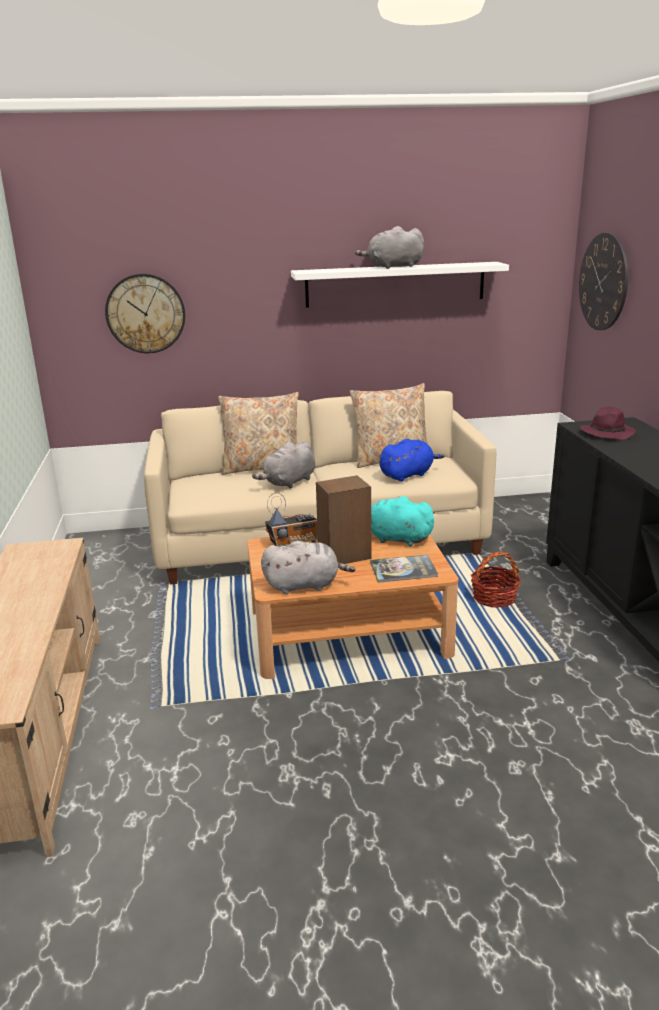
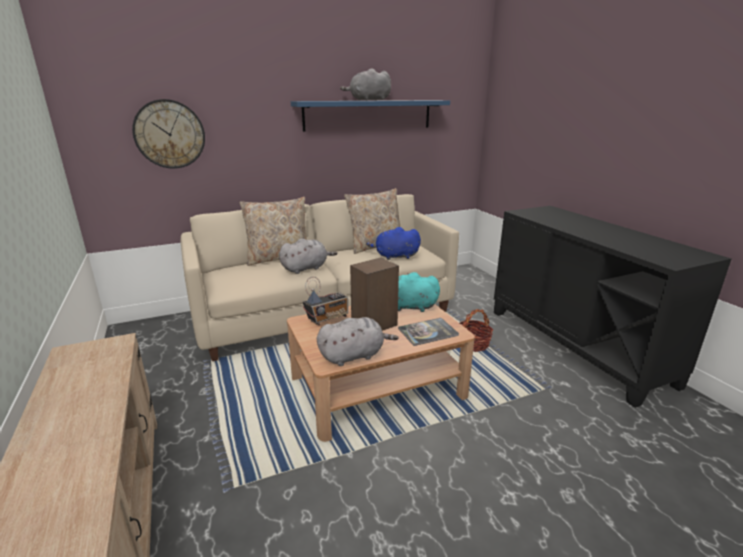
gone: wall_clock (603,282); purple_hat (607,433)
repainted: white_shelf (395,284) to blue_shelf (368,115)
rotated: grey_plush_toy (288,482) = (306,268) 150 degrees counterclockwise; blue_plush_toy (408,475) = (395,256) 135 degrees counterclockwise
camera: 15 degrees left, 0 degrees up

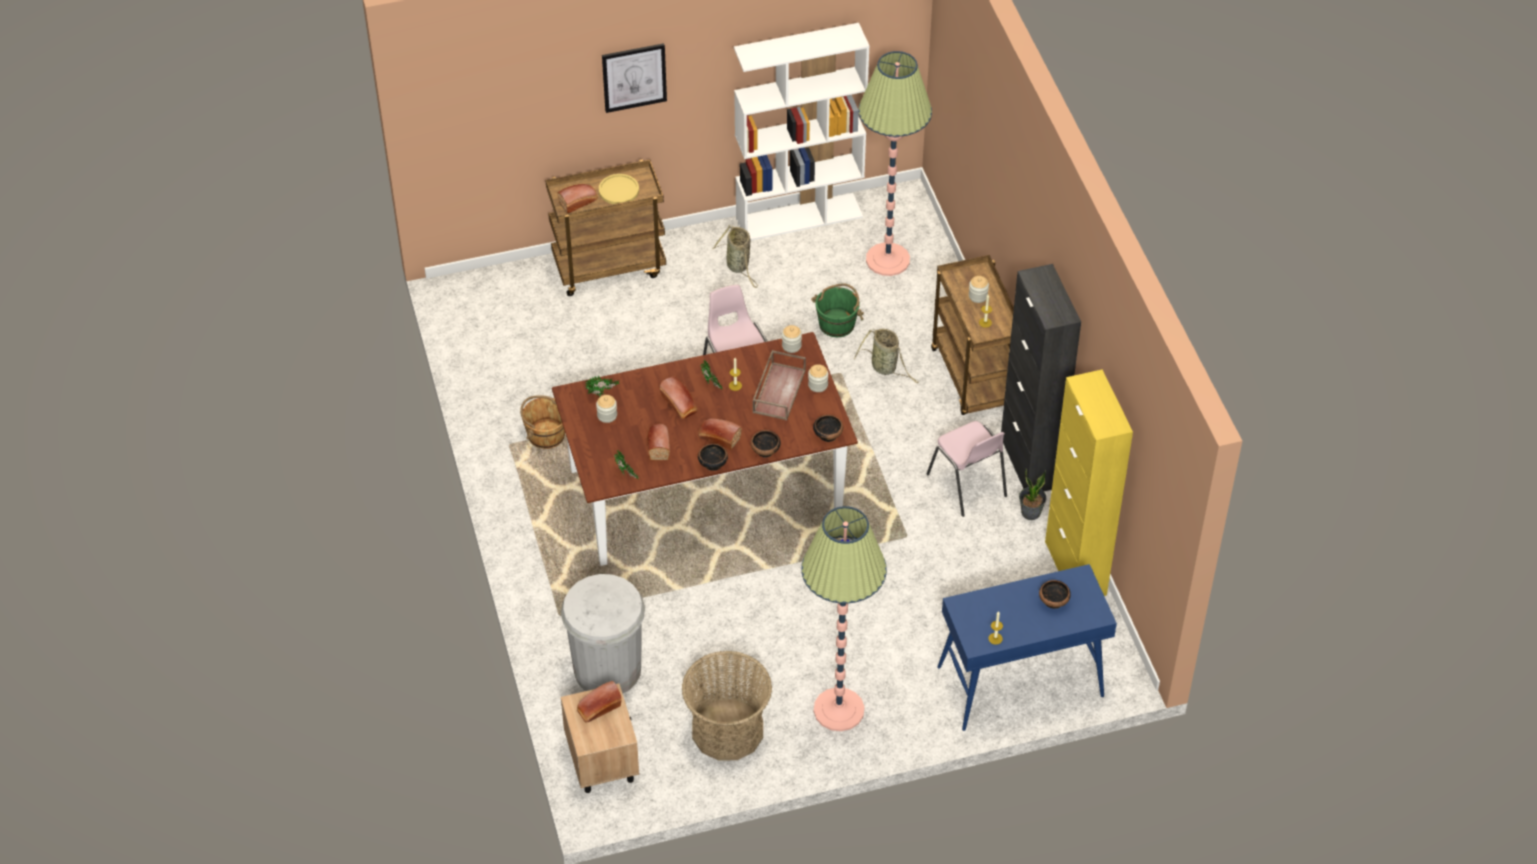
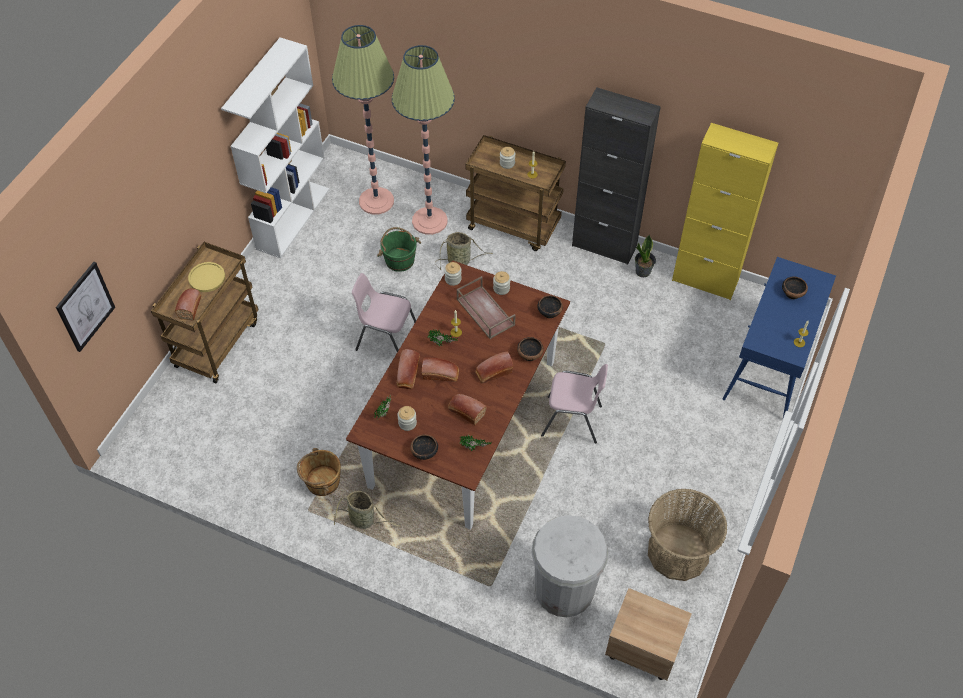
shifted: picture (634,77) to (85,306); basket (738,266) to (364,520); floor_lamp (838,710) to (429,221); bread (598,708) to (408,375); bowl (712,463) to (424,452); pink_chair (967,486) to (572,421)
camera: 50 degrees left, 5 degrees up

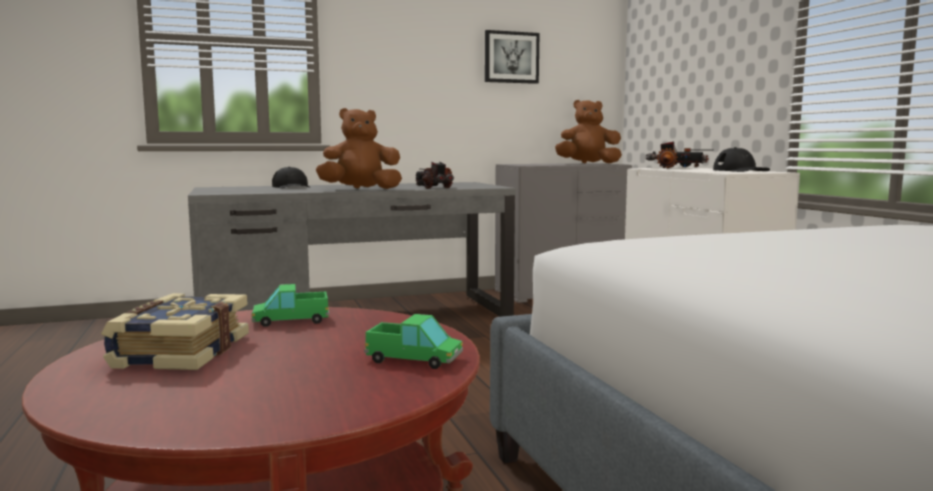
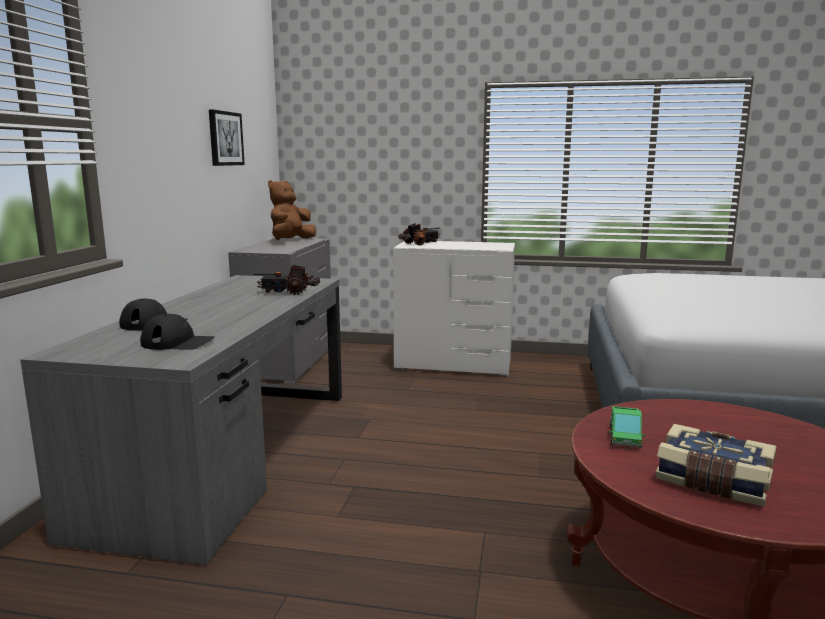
gone: brown_plush_toy (360,189); toy_truck (414,359)
shifted: black_cap (740,171) to (178,342)
camera: 60 degrees left, 5 degrees up

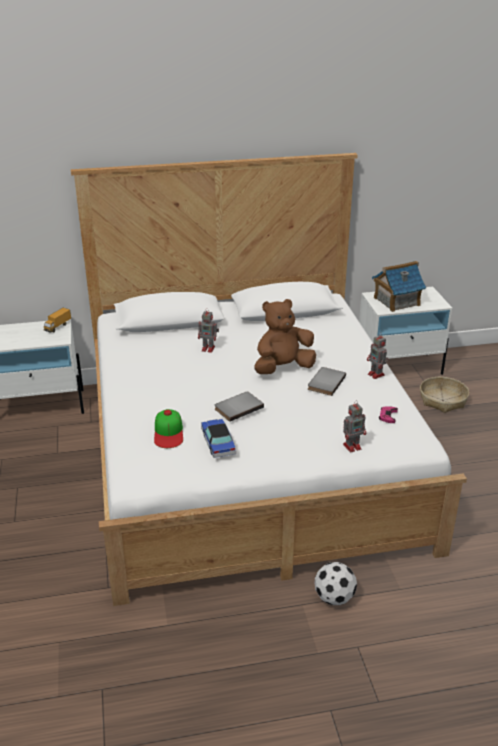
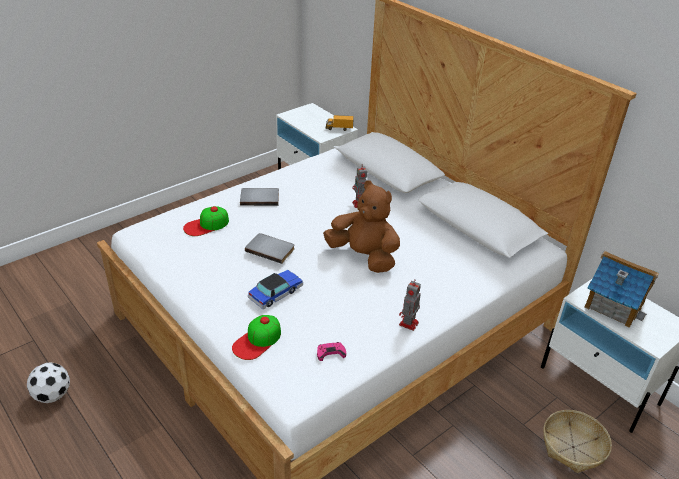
shifted: football (334,597) to (53,395); grey_book (325,382) to (259,197); toy_car (218,442) to (276,293)
swapped: toy_robot (353,446) to cap (257,340)
camera: 60 degrees right, 5 degrees up

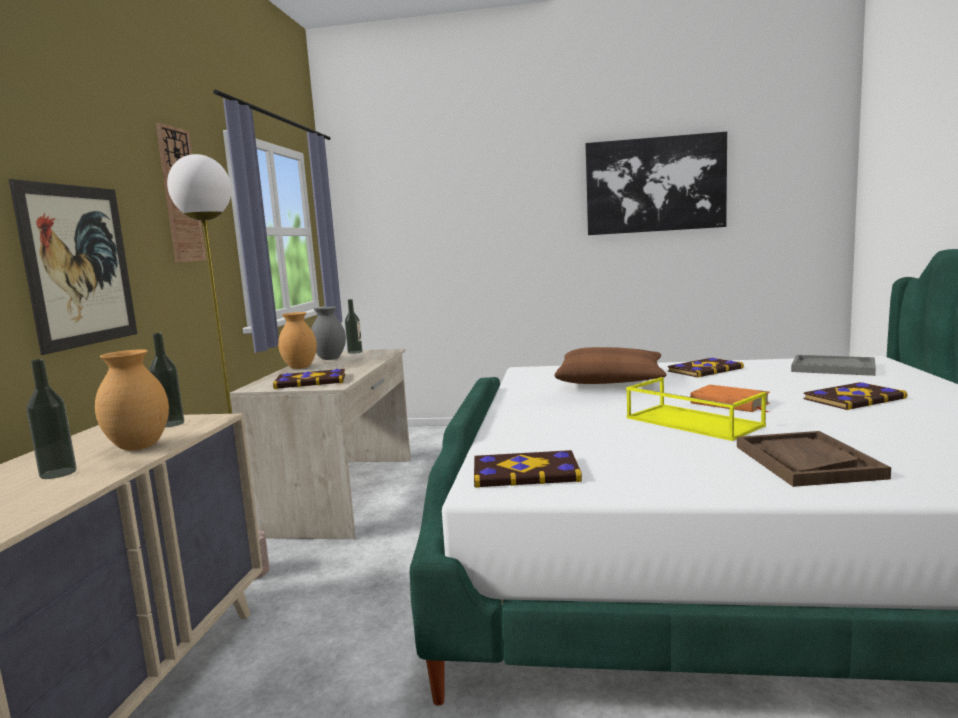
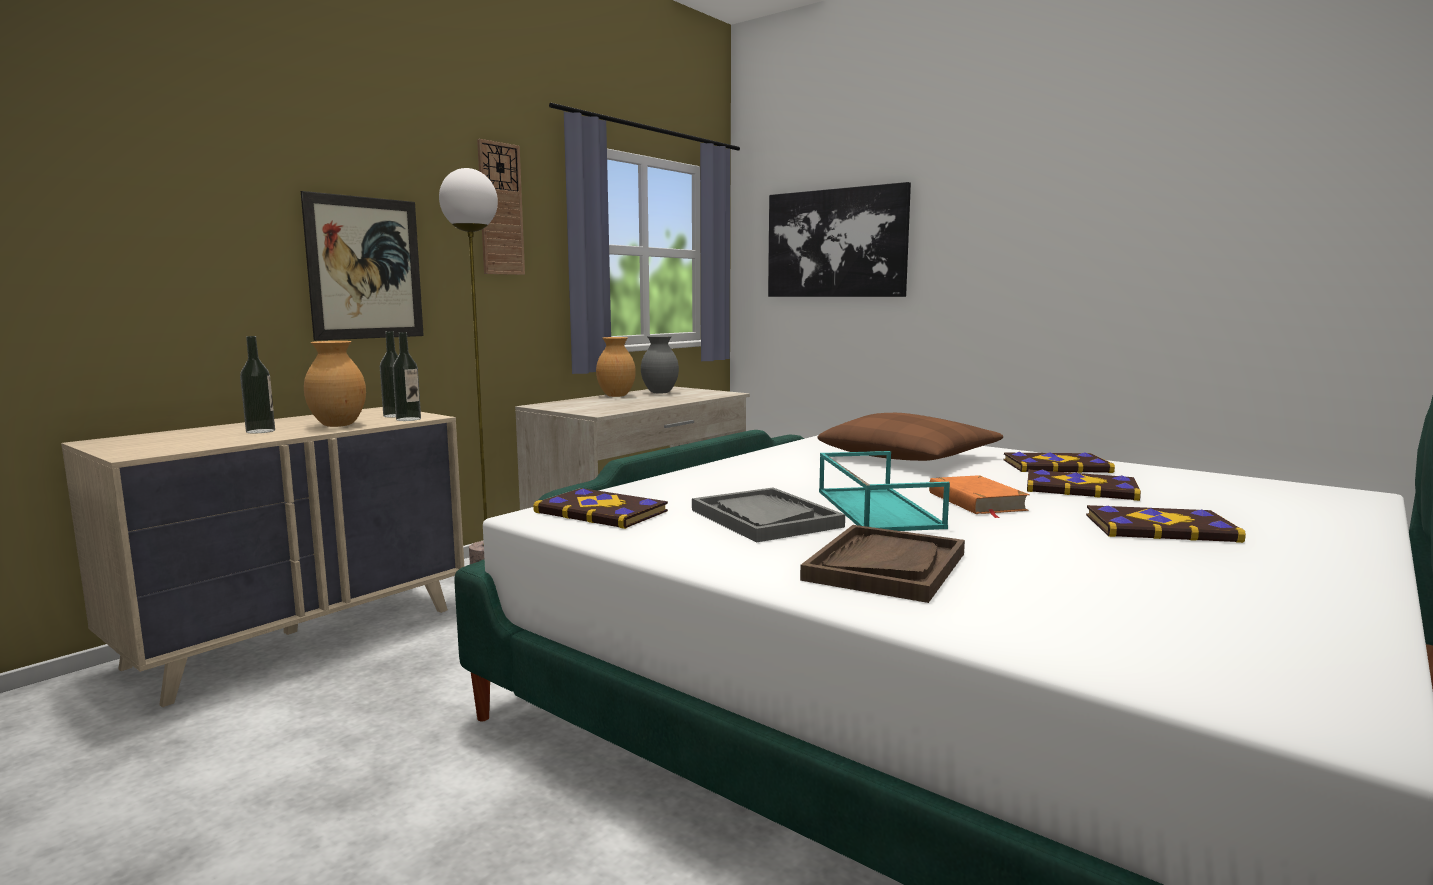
shifted: bottle (355,352) to (408,419); grey_tray (832,368) to (764,518); picture (655,185) to (836,243); book (311,381) to (1080,488)
repainted: yellow_tray (691,422) to turquoise_tray (875,508)
camera: 30 degrees right, 0 degrees up

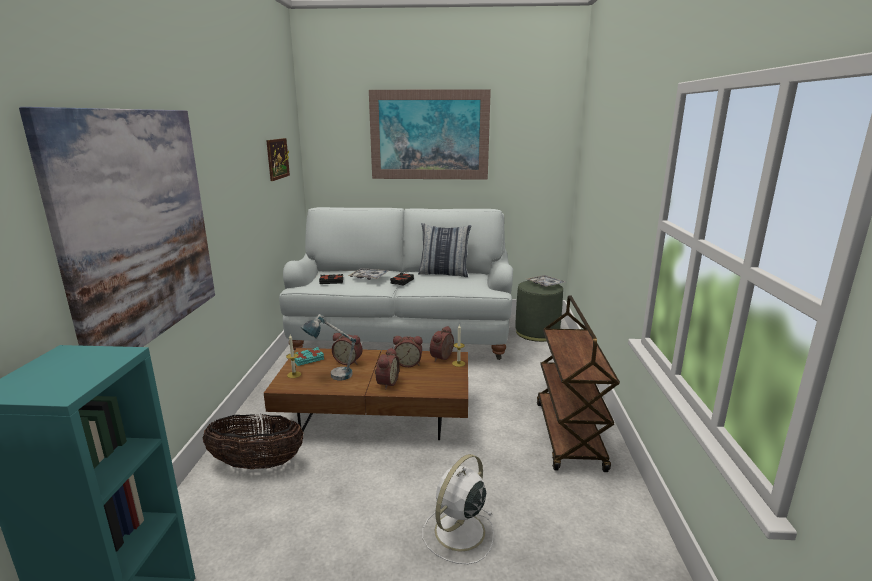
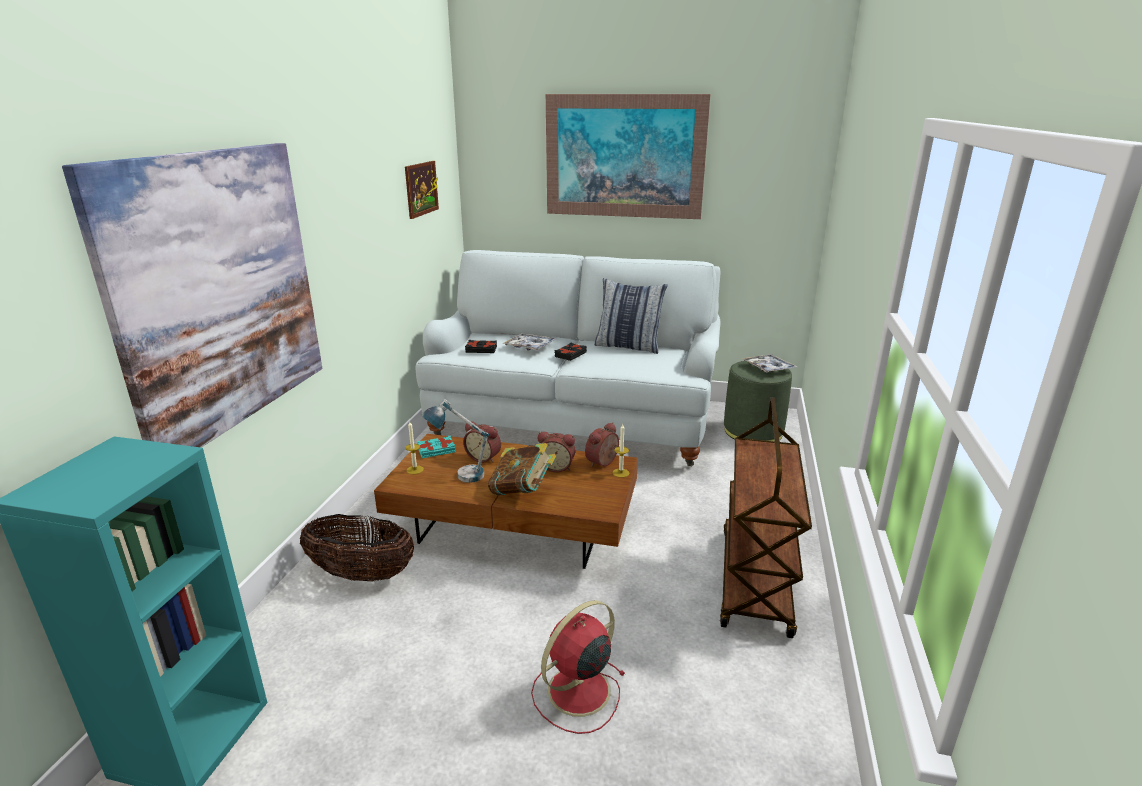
swapped: alarm_clock (386,383) to book (522,491)
repainted: white_fan (458,533) to red_fan (576,692)
camera: 10 degrees right, 5 degrees up

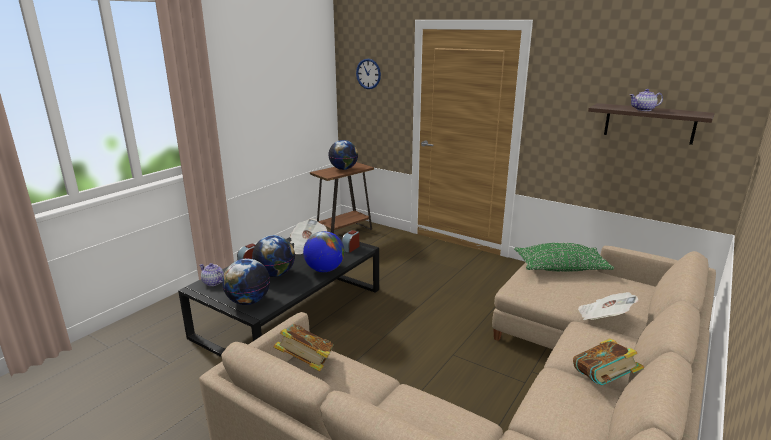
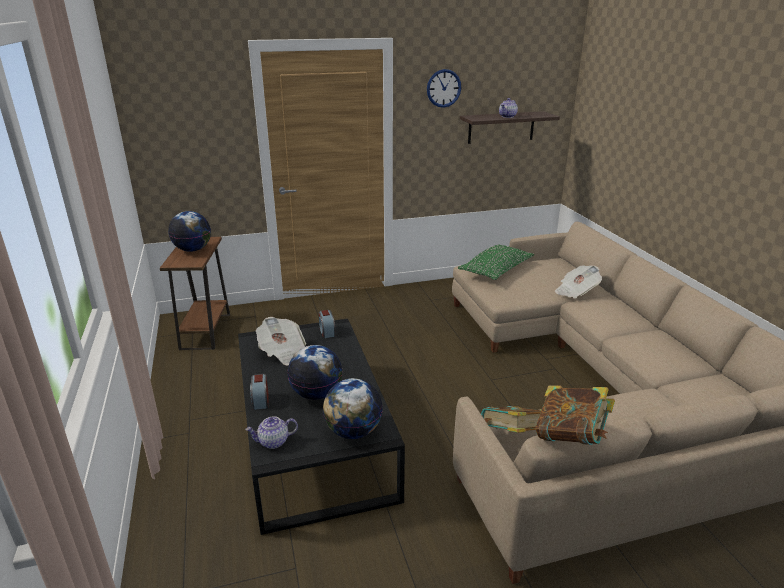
gone: globe (325,270)
shifted: wall_clock (368,74) to (443,88); book (602,381) to (570,436)
camera: 50 degrees left, 5 degrees up

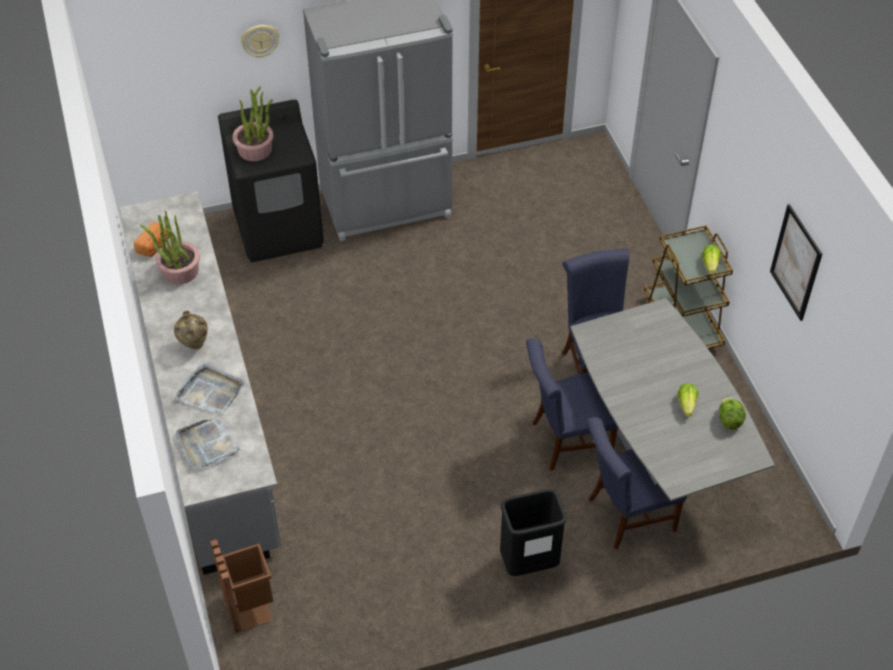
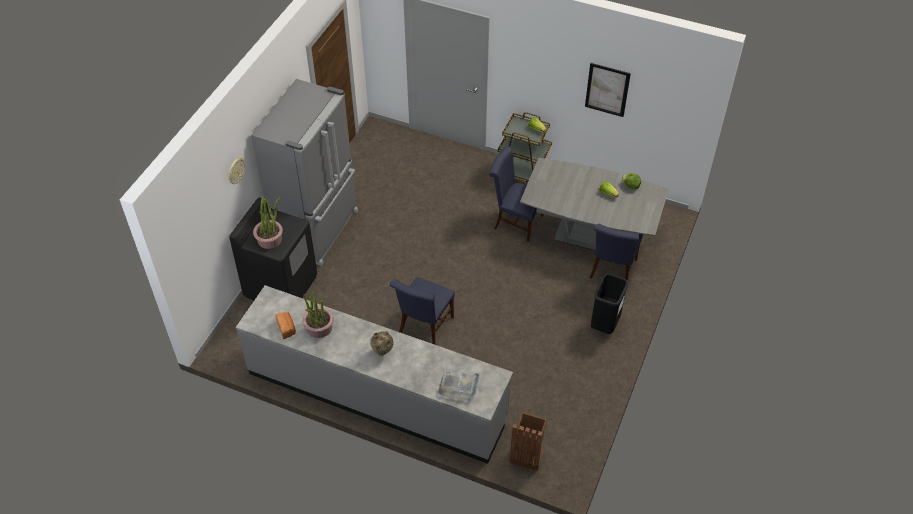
gone: grey_tray (210,391)
shifted: blue_chair (566,441) to (424,327)
camera: 50 degrees left, 0 degrees up

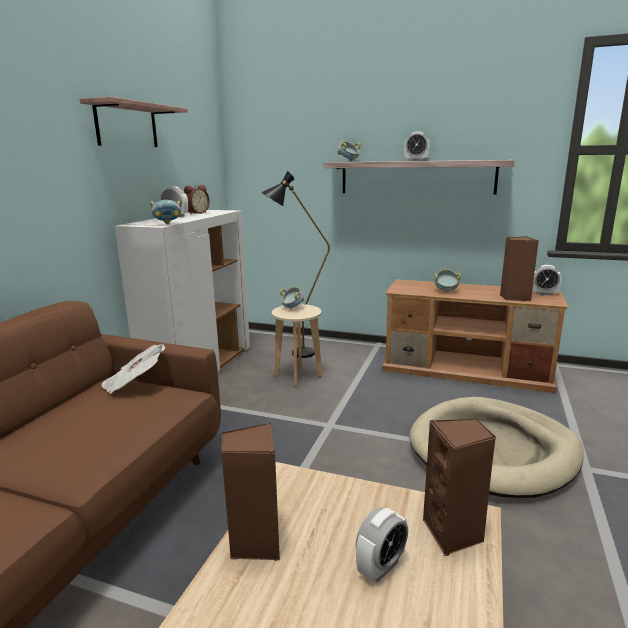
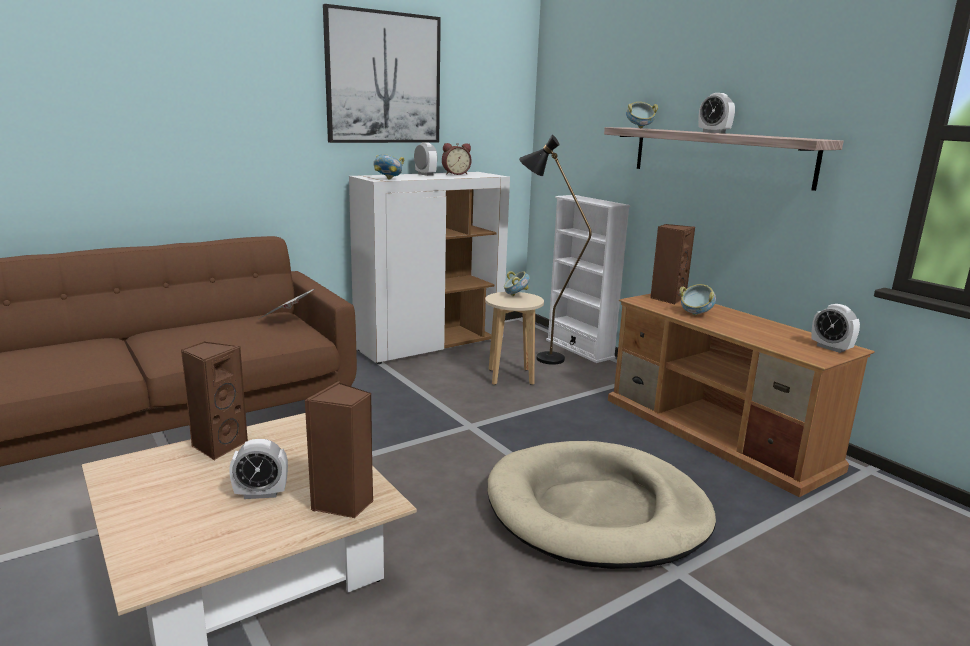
new: white_bookcase (579,349)
shifted: brown_speaker (514,297) to (667,298)
swapped: shelf (127,125) to picture (383,78)
camera: 35 degrees right, 0 degrees up

